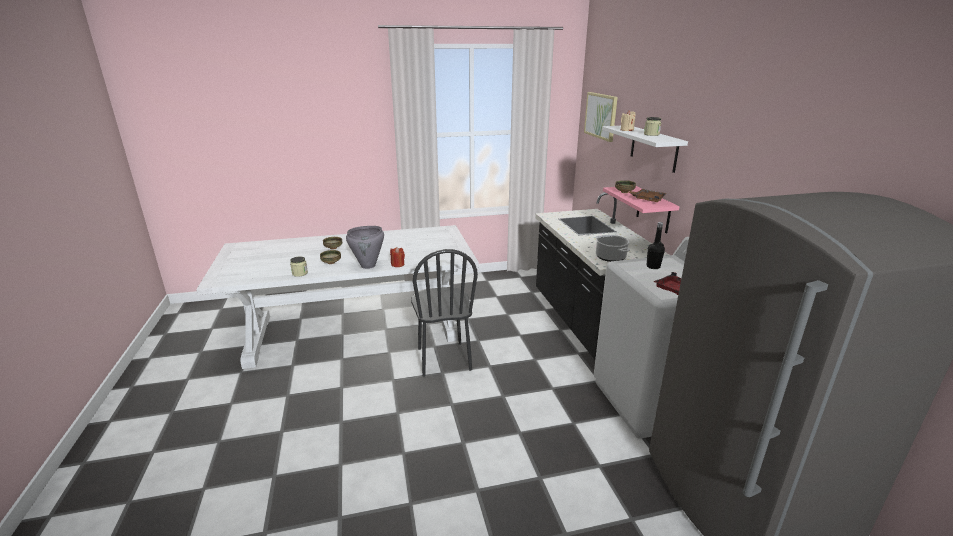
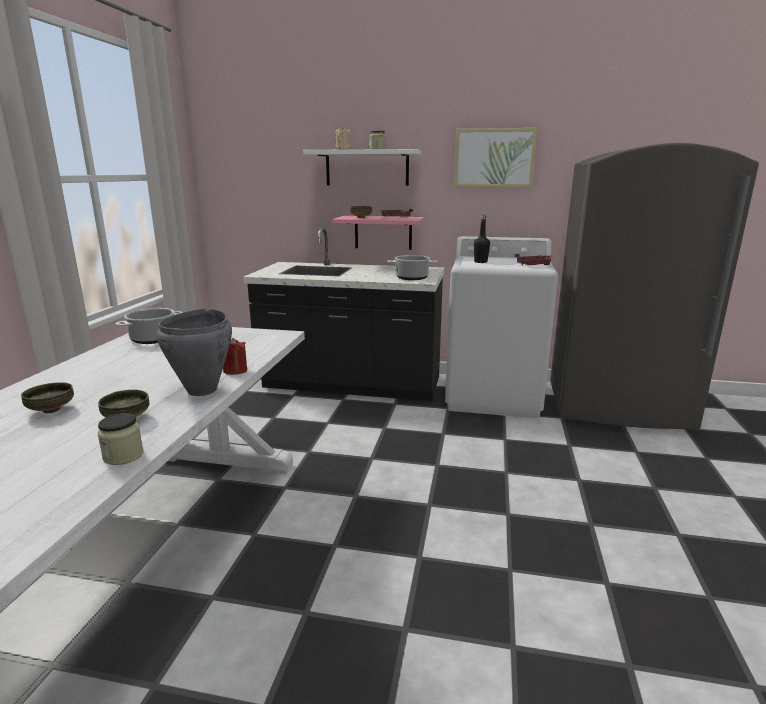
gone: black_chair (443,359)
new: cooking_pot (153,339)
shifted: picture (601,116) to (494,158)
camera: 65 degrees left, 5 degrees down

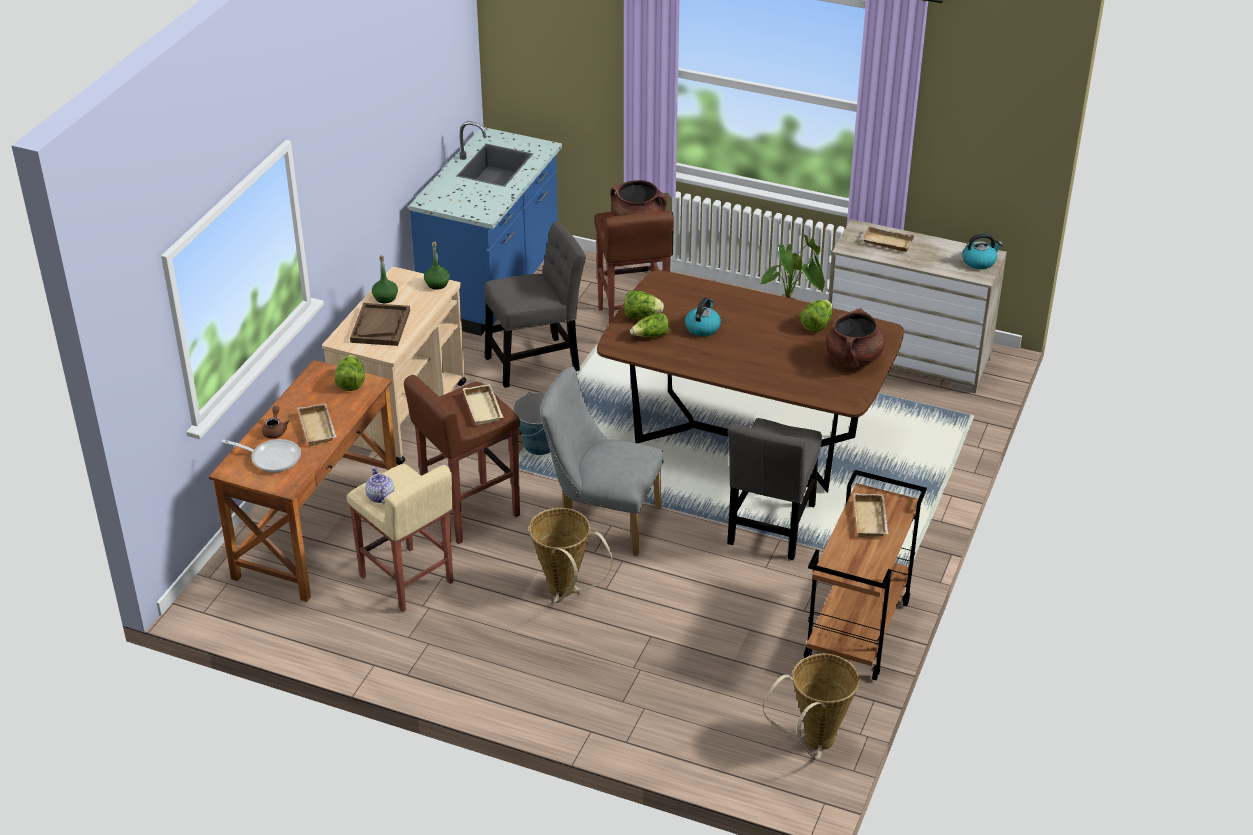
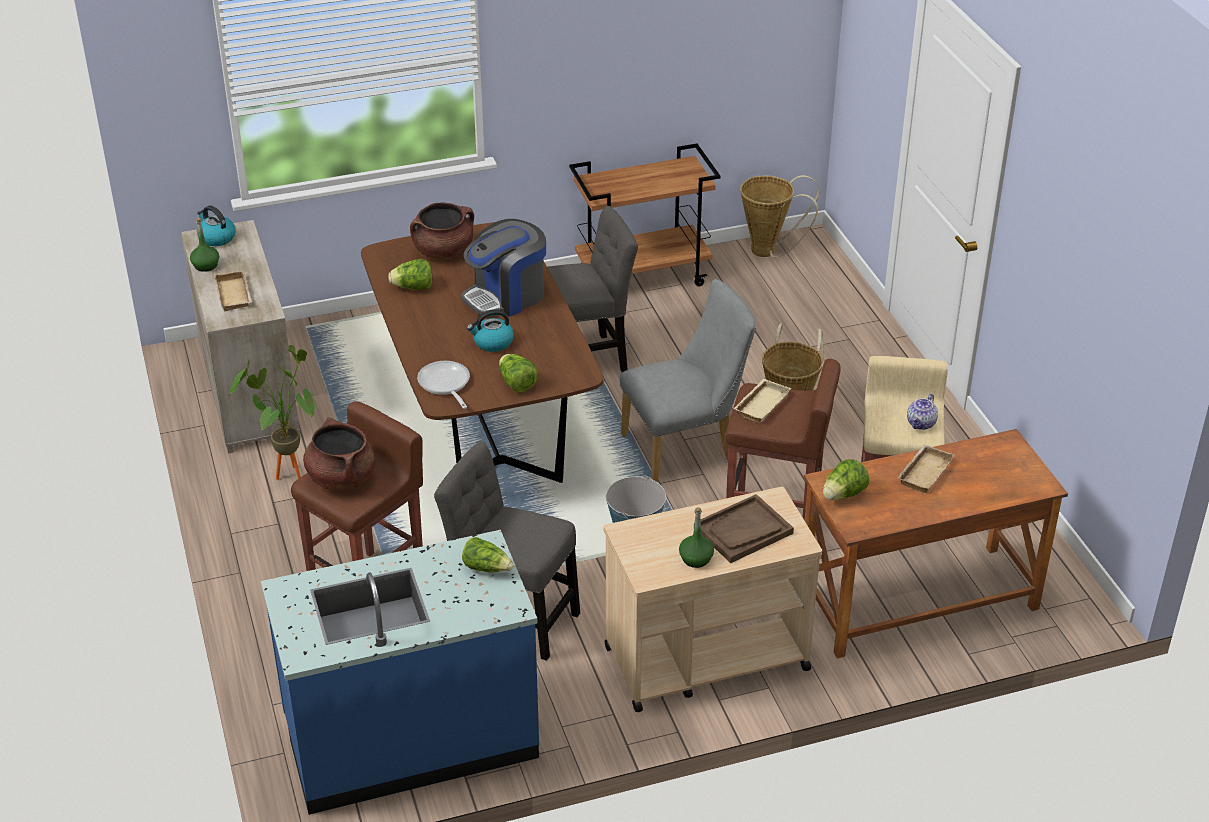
gone: brown_teapot (275,430); beige_tray (871,520)
new: coffee_machine (506,296)
shifted: green_bottle (437,284) to (206,265); frying_pan (272,458) to (445,385); lettuce (651,336) to (487,568)
rotated: grey_chair (601,521) = (685,446) 90 degrees counterclockwise
camera: 130 degrees left, 0 degrees up

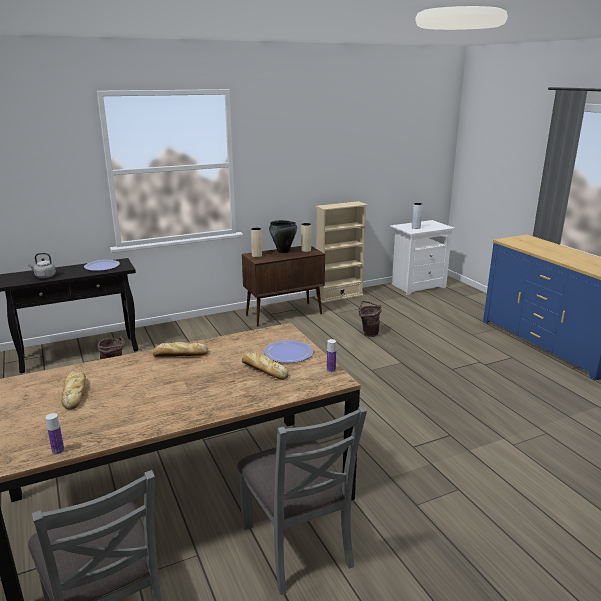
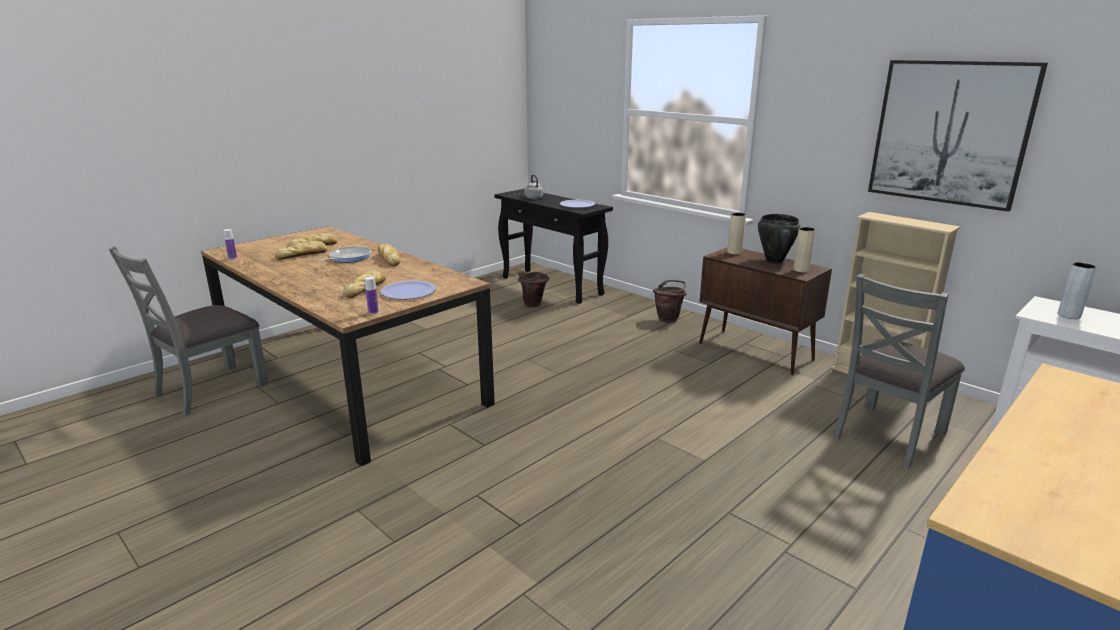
new: bread (303,255); frying_pan (348,258); picture (950,133)
shifted: brown_bucket (368,333) to (669,319); grey_chair (297,544) to (887,435)
camera: 70 degrees right, 0 degrees up

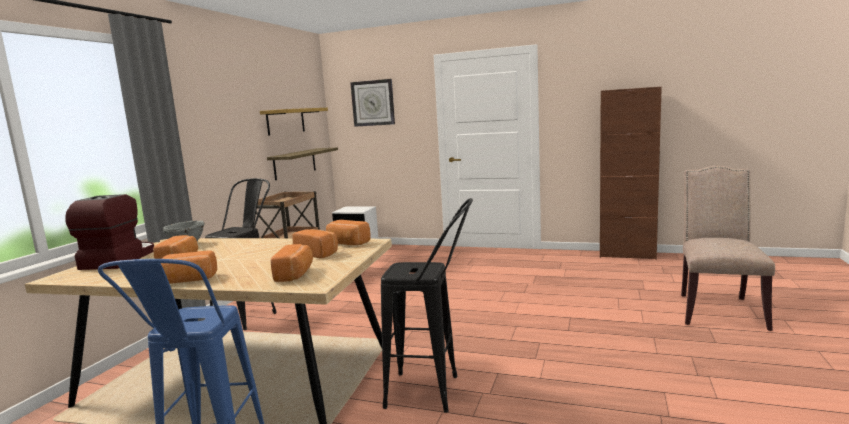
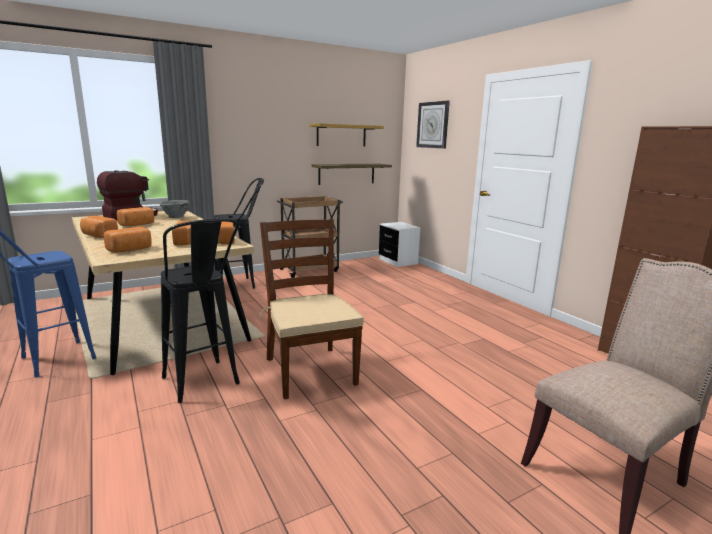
new: brown_chair (310,370)
camera: 40 degrees right, 5 degrees up

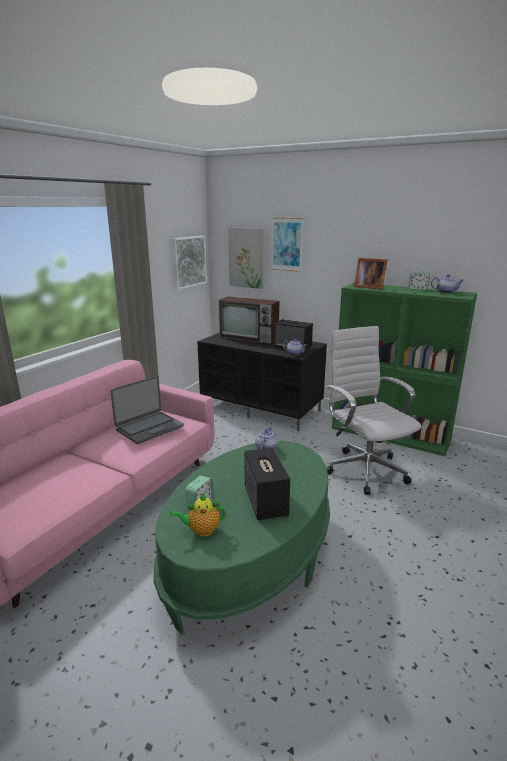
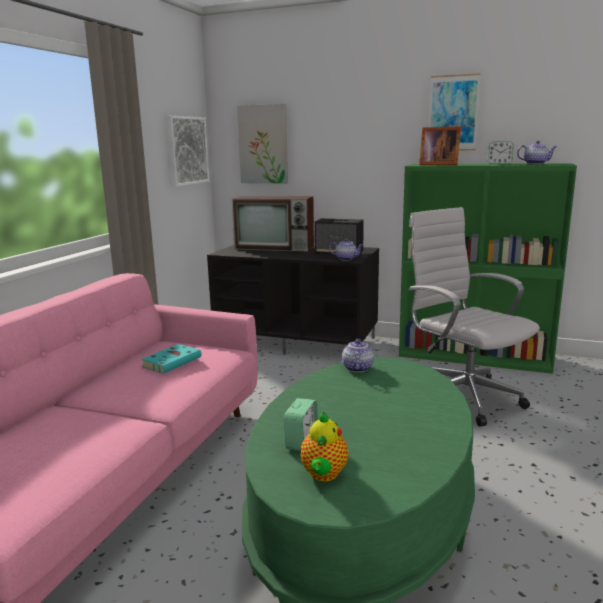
gone: speaker (266,502)
shifted: picture (286,244) to (453,113)
swapped: laptop (149,428) to turquoise_book (173,361)
rotated: teapot (201,530) = (323,475) 60 degrees counterclockwise
camera: 10 degrees left, 5 degrees down

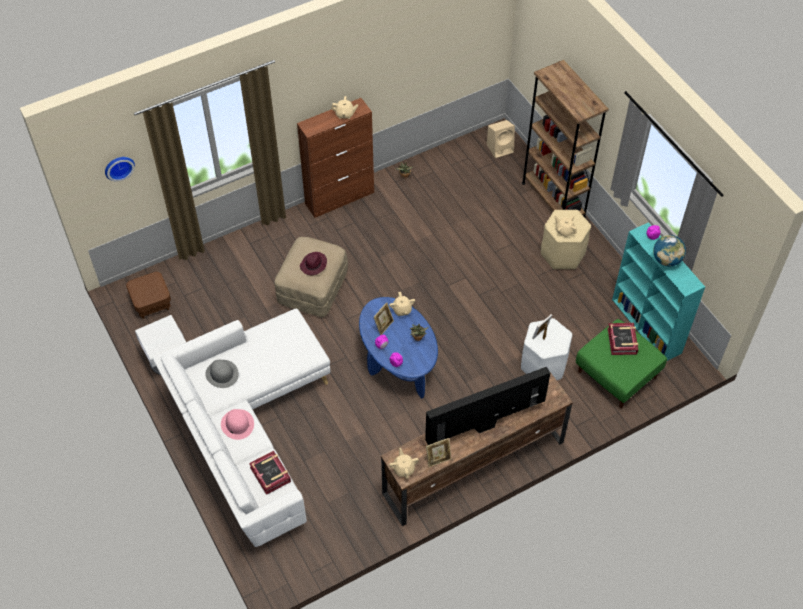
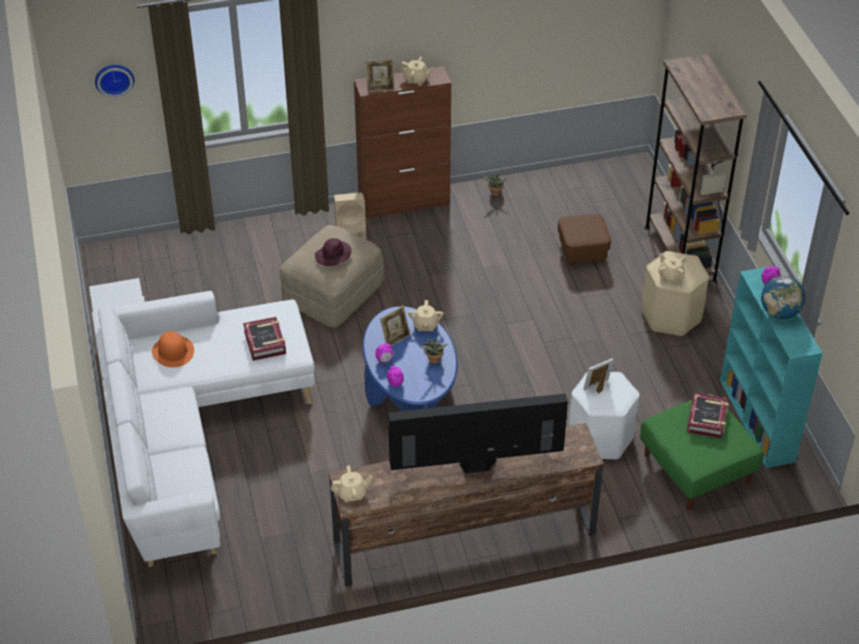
gone: pink_hat (237,424)
shifted: book (270,474) to (265,342); beige_speaker (500,148) to (351,231); picture_frame (438,459) to (380,88); brown_ottoman (151,303) to (582,252)
repainted: grey_hat (222,374) to orange_hat (173,351)
rotated: beige_teapot (404,469) = (352,494) 75 degrees clockwise
camera: 15 degrees right, 10 degrees down

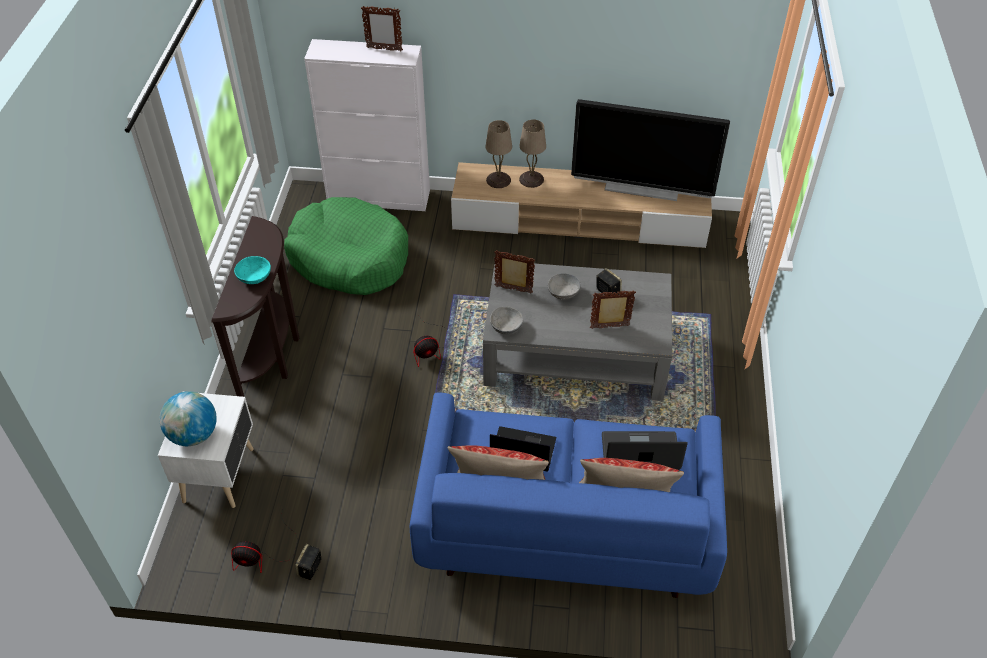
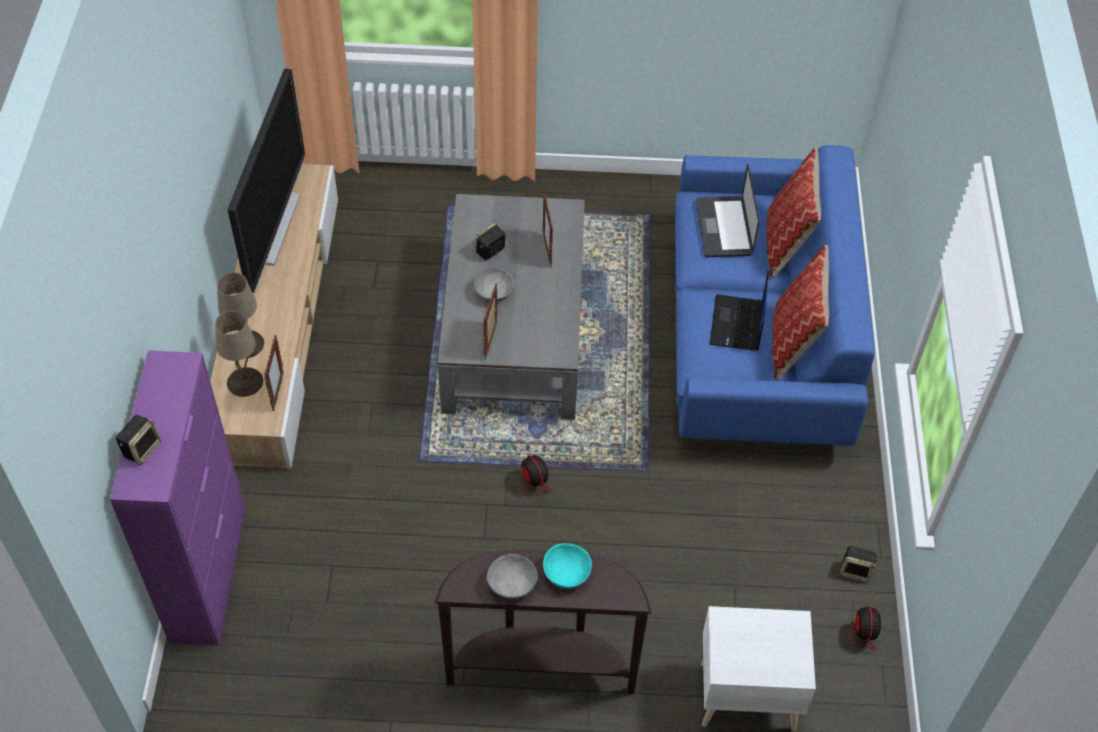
gone: globe (194,435); green_dog_bed (349,258)
new: speaker (142,448)
shifted: picture_frame (384,49) to (278,392); grey_bowl (506,327) to (512,584)
repainted: white_cabinet (379,197) to purple_cabinet (209,572)
camera: 95 degrees left, 5 degrees up

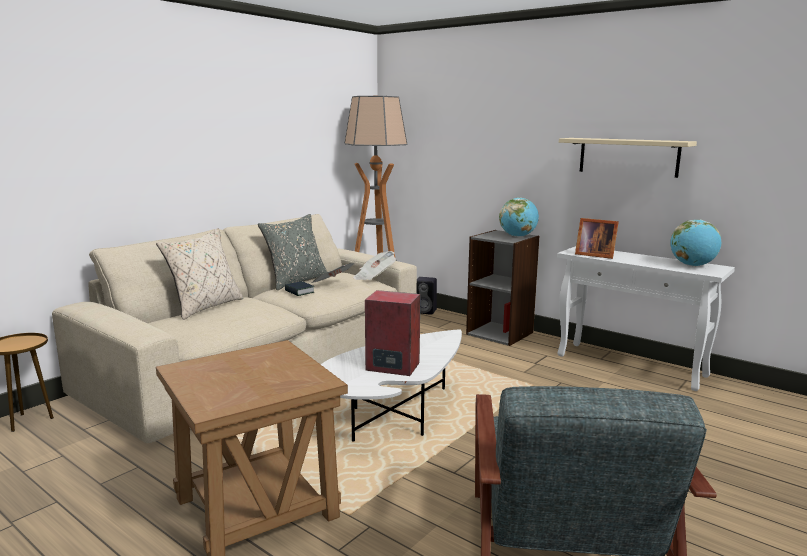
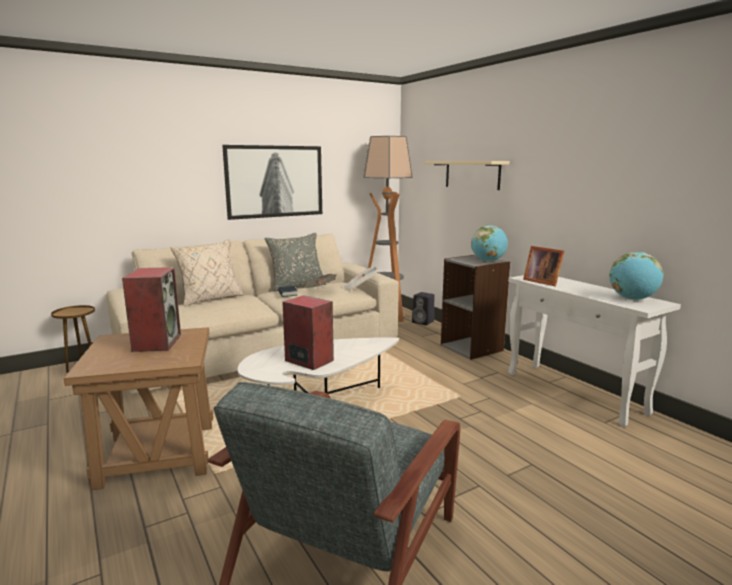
new: speaker (156,342); picture (275,181)
shifted: beige_shelf (628,157) to (472,174)
camera: 20 degrees right, 0 degrees up

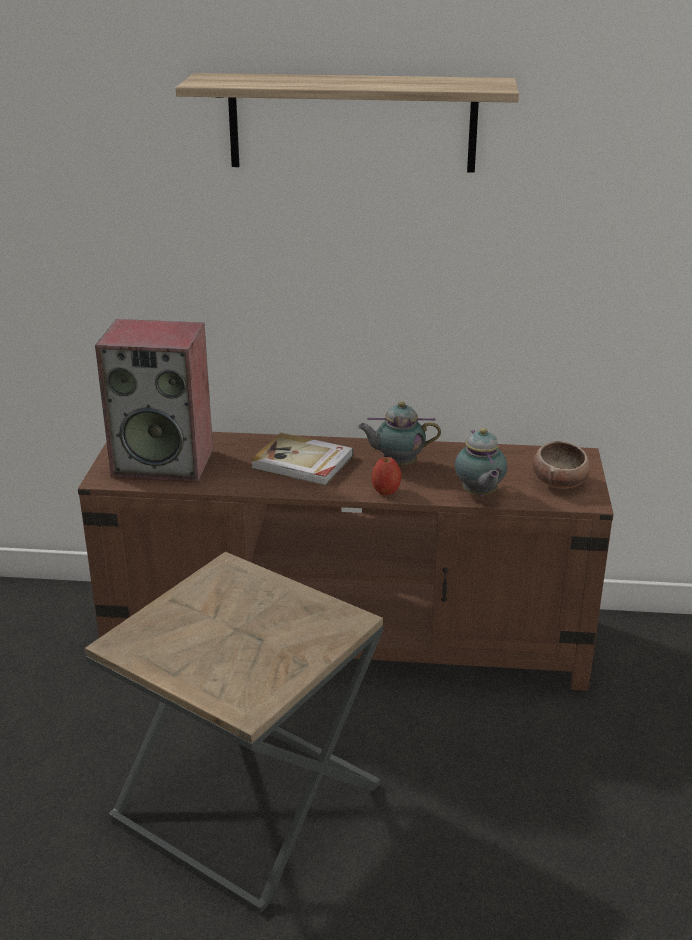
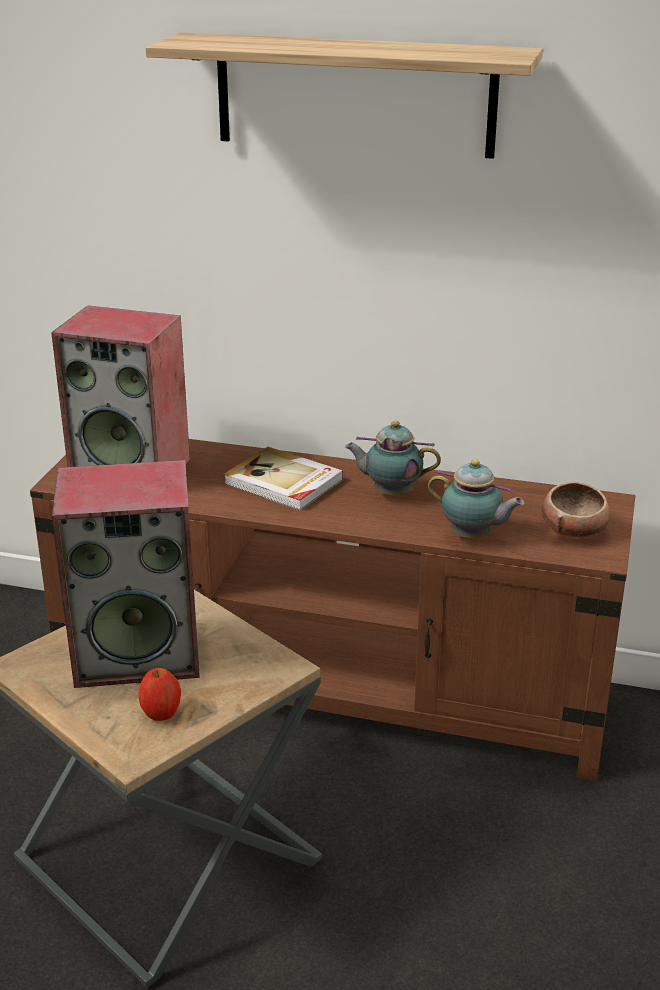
new: speaker (139,653)
shifted: apple (386,491) to (161,713)
rotated: teapot (479,495) = (473,537) 60 degrees counterclockwise
camera: 10 degrees right, 0 degrees up

